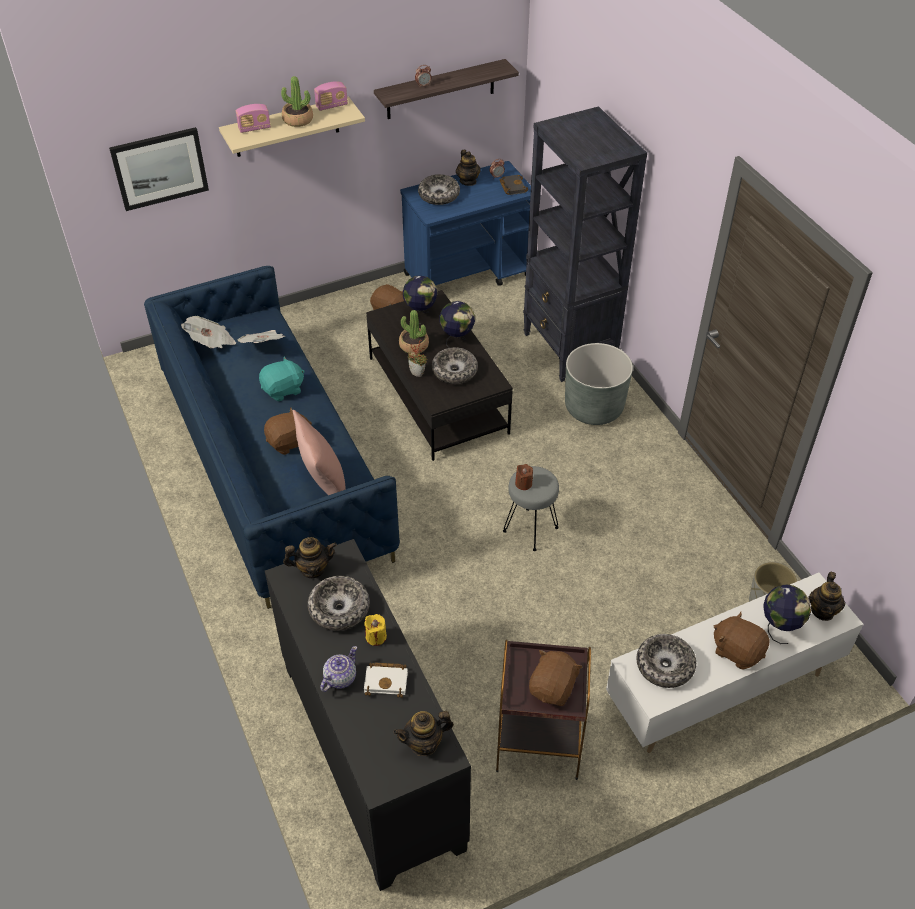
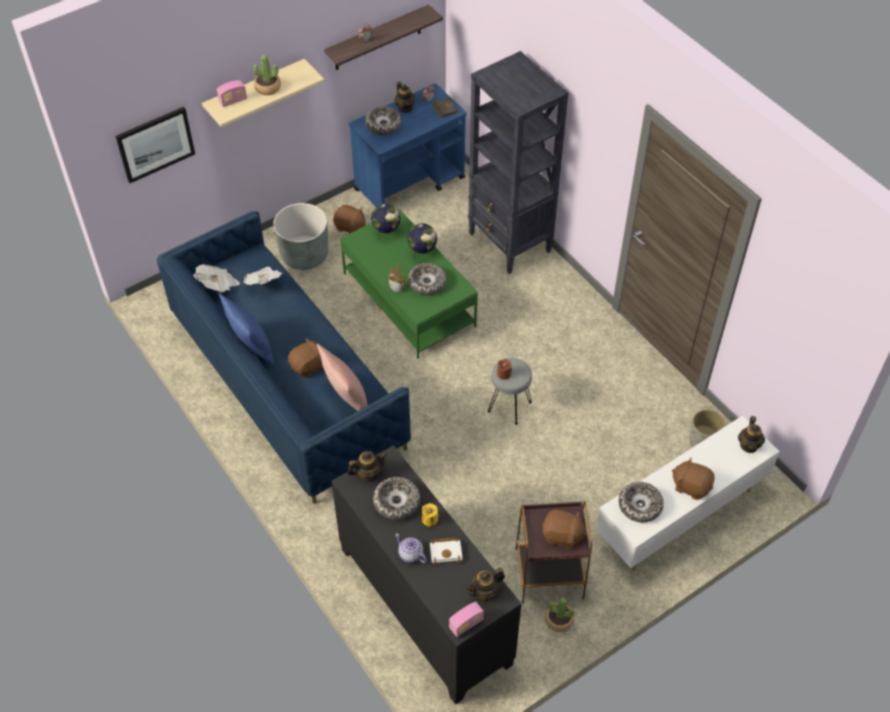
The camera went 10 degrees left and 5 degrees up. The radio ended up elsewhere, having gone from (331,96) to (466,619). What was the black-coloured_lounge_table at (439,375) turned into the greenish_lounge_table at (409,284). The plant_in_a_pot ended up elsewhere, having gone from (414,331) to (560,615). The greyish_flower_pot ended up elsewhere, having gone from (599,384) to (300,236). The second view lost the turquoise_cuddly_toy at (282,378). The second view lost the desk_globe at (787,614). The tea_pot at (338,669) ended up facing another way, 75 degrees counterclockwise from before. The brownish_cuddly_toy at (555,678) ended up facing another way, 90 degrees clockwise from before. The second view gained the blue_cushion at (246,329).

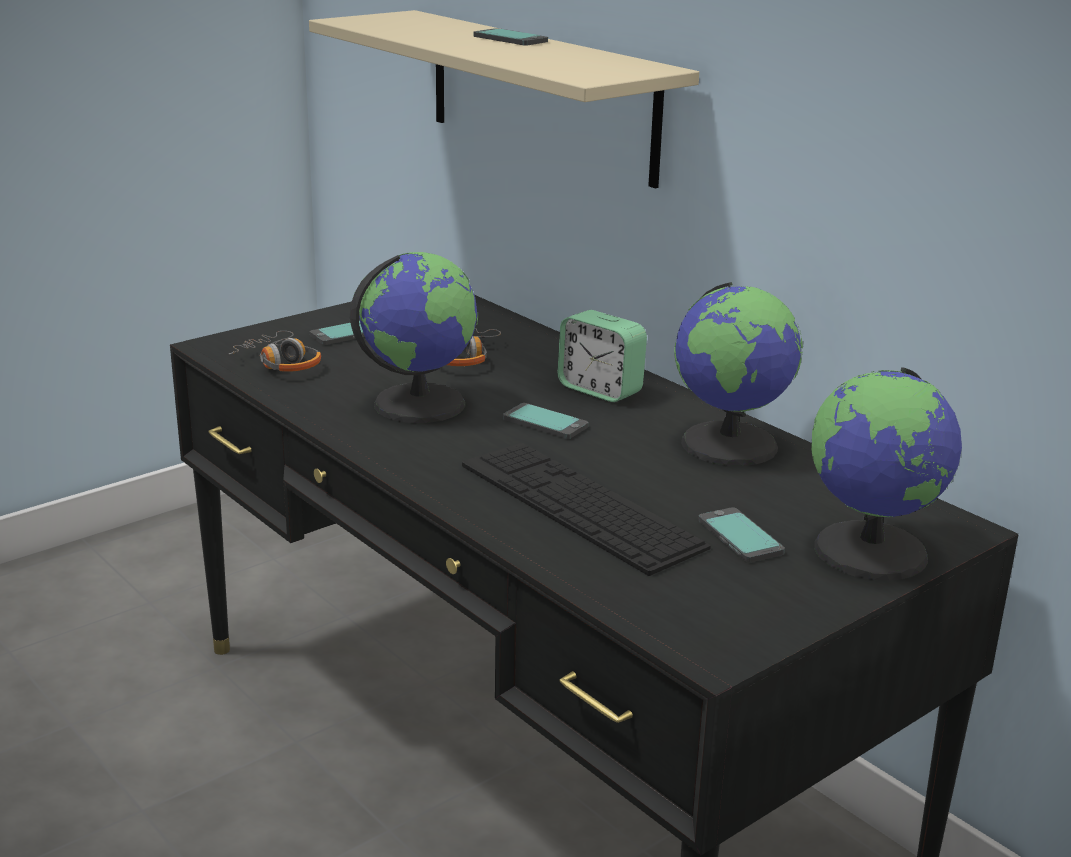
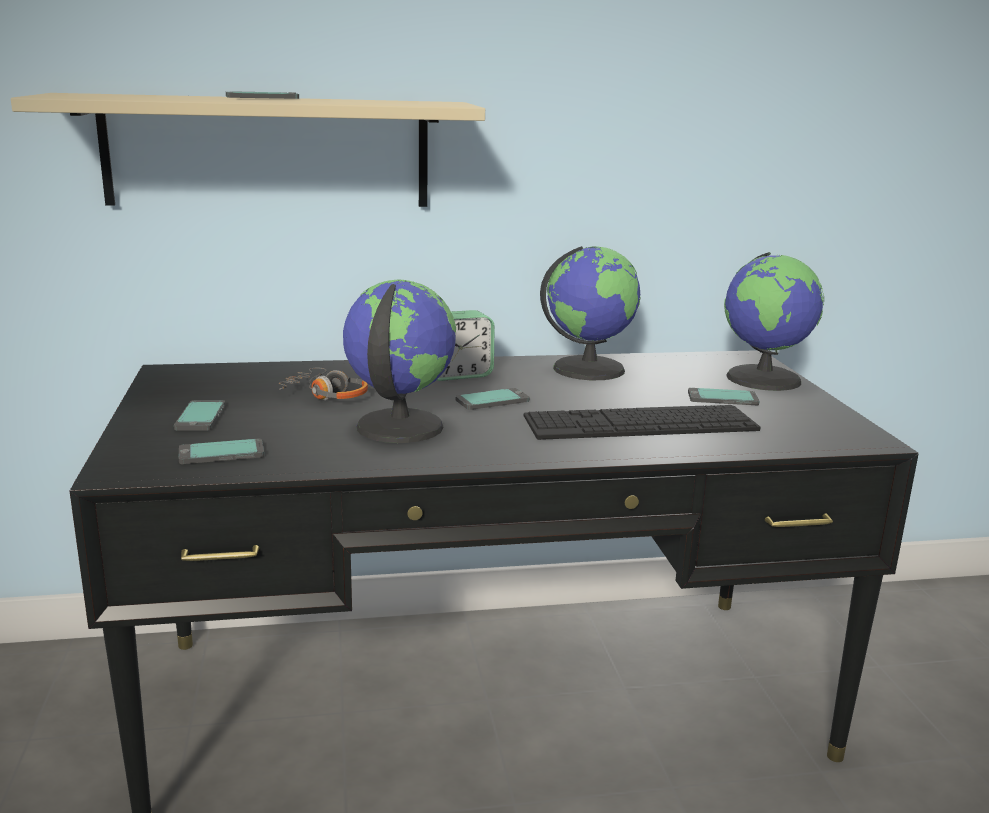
The camera went 60 degrees left and 5 degrees down. Where the pair_of_headphones stood at (275,351), the telephone came to stand at (221,451).

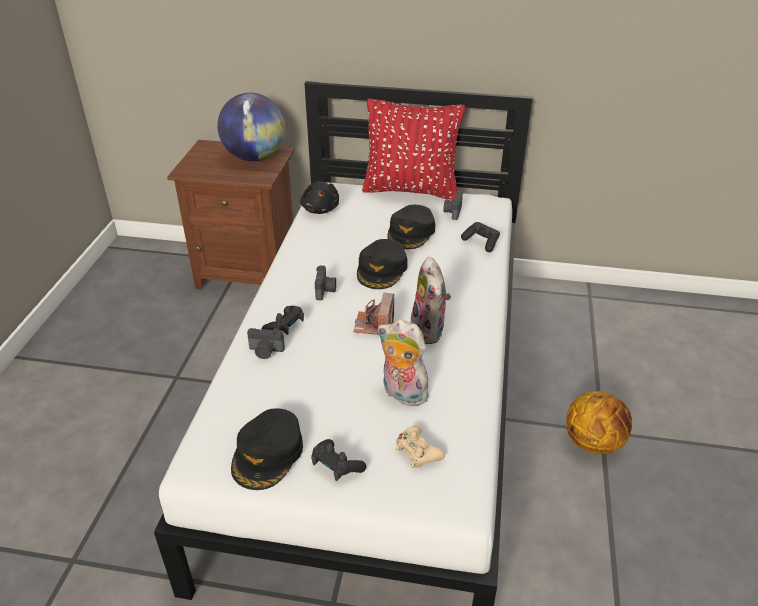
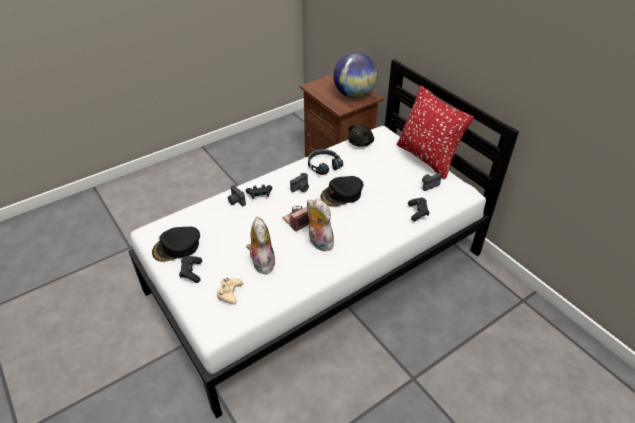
The camera went 45 degrees right and 5 degrees up. The second view lost the black-coloured_baseball_cap at (411,227). The cuddly_toy at (431,300) ended up facing another way, 105 degrees clockwise from before. The second view lost the basketball at (599,422). The second view gained the black-coloured_pair_of_headphones at (325,162).

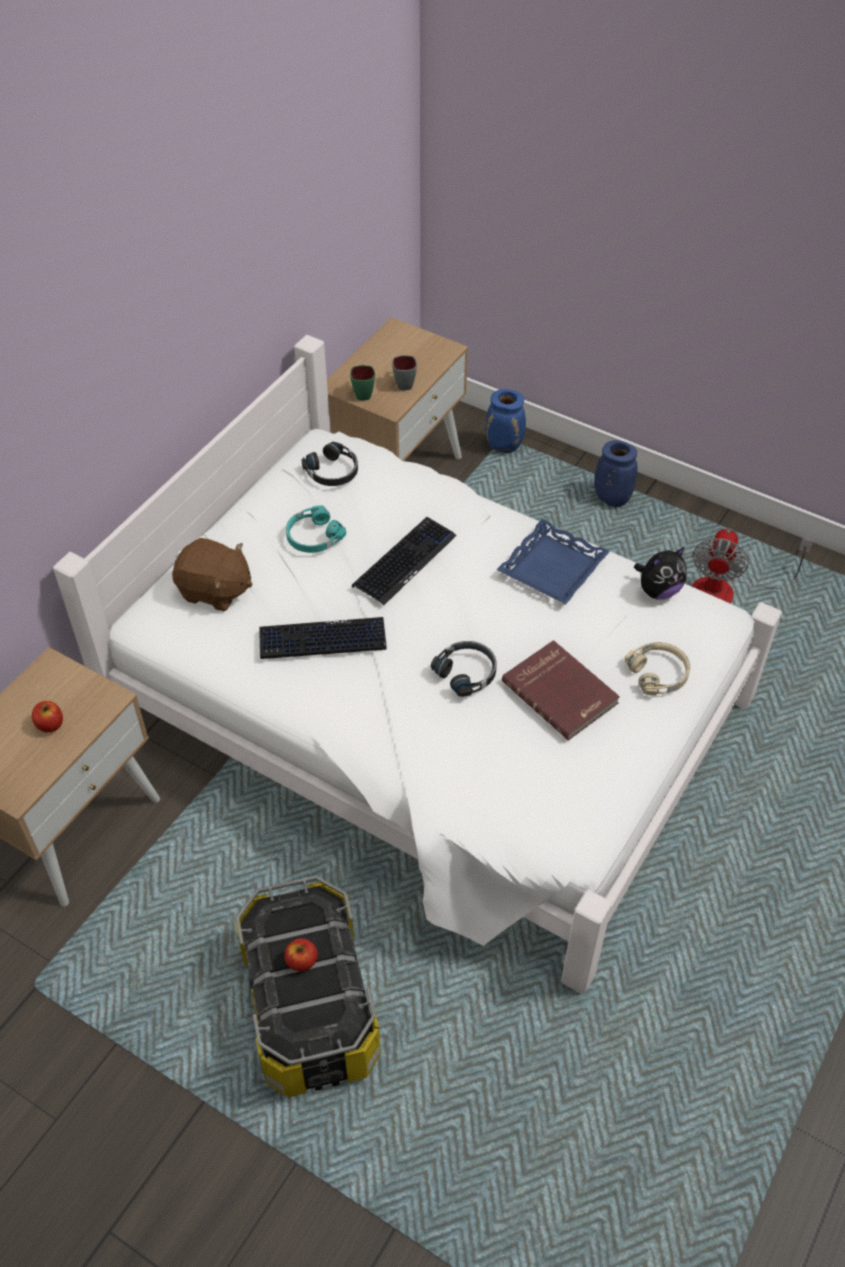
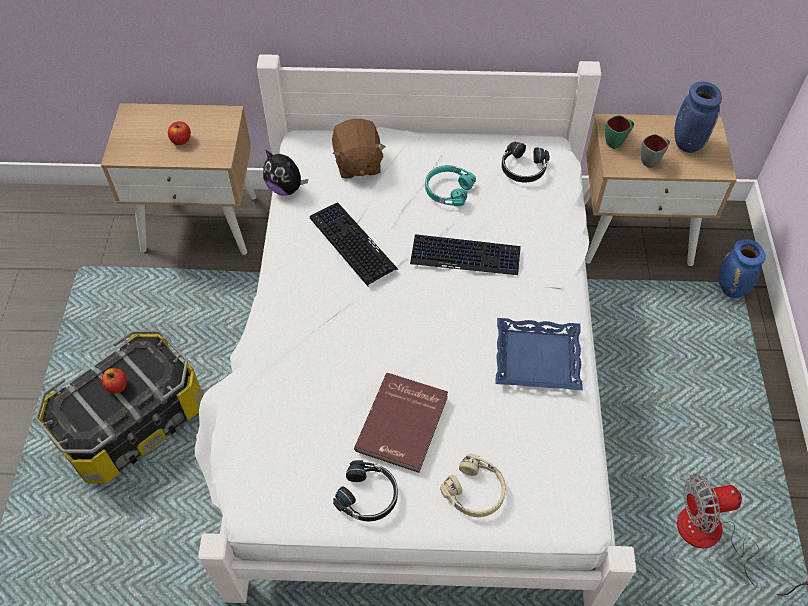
The camera went 60 degrees right and 5 degrees up. The blue_flower_vase ended up elsewhere, having gone from (615,473) to (698,117). The cuddly_toy ended up elsewhere, having gone from (660,573) to (285,173). The black-coloured_pair_of_headphones ended up elsewhere, having gone from (464,669) to (365,490).

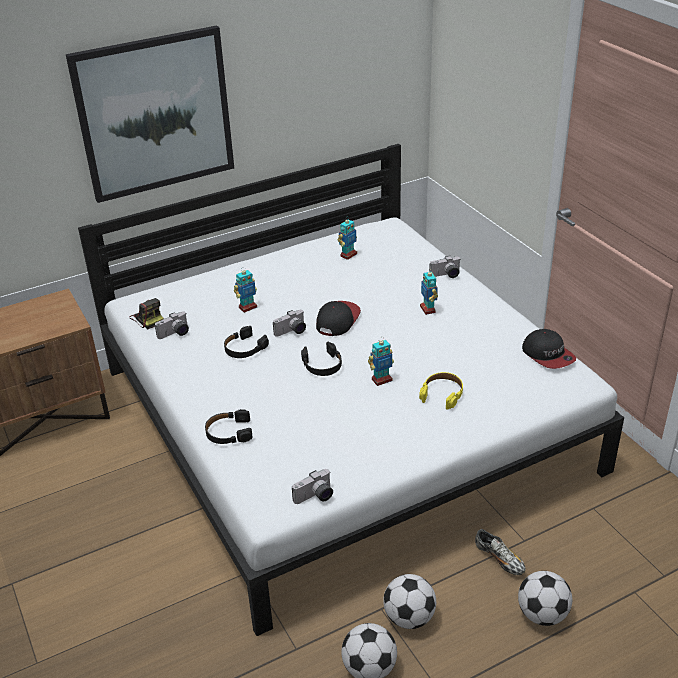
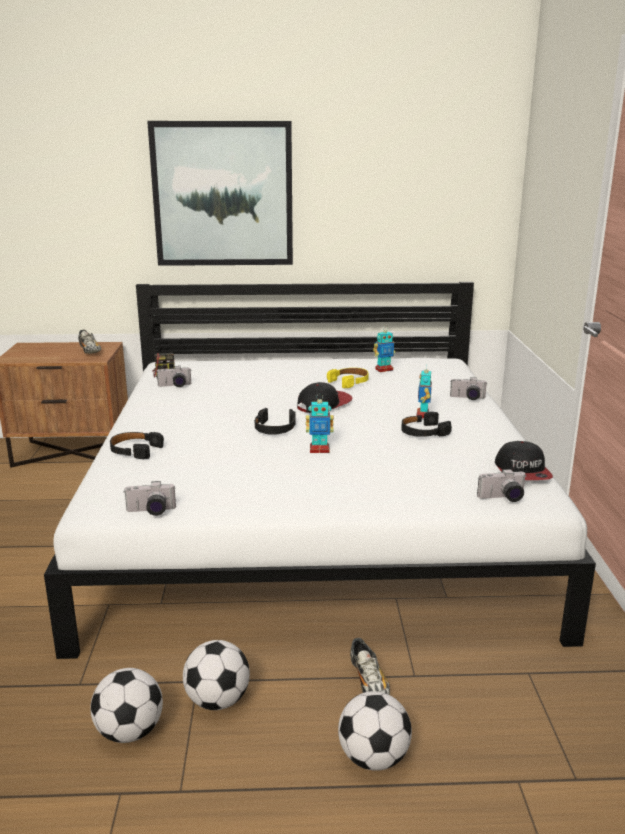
The camera went 25 degrees right and 15 degrees down. The second view lost the toy_robot at (245,290). The still_camera ended up elsewhere, having gone from (289,323) to (502,485). The black-coloured_pair_of_headphones ended up elsewhere, having gone from (246,342) to (426,424). The yellow-coloured_pair_of_headphones ended up elsewhere, having gone from (441,391) to (348,378). The second view gained the shoe at (89,342).

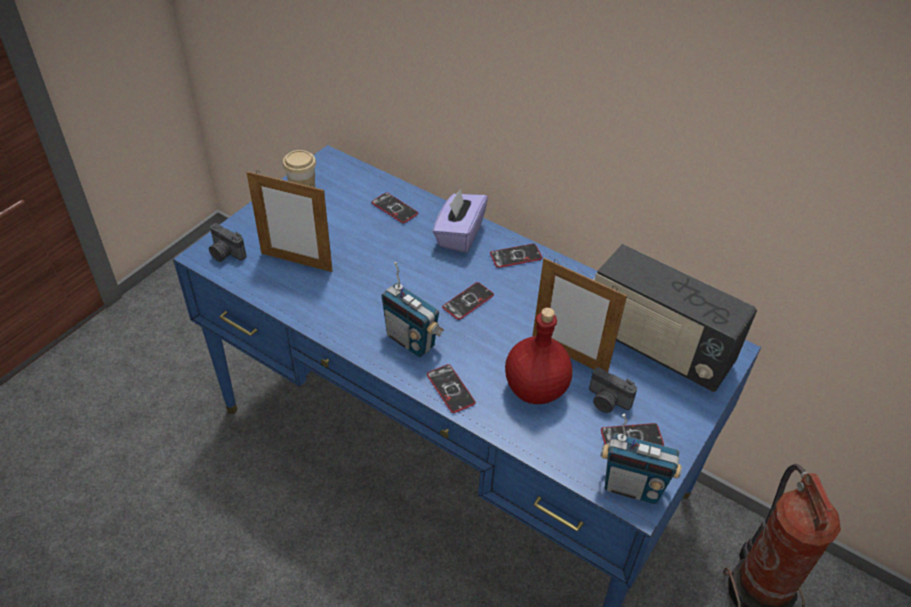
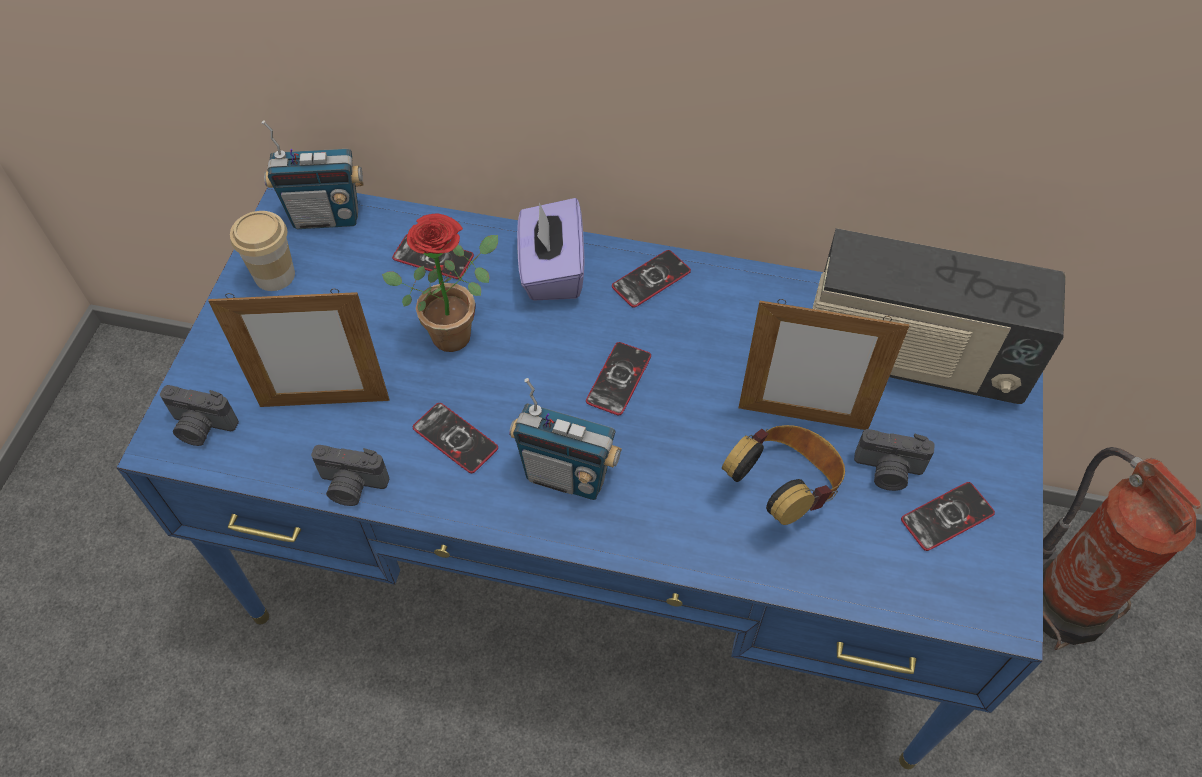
The camera went 20 degrees left and 10 degrees up. Where the red-coloured_bottle stood at (538,355), the pair_of_headphones came to stand at (783,475). The telephone ended up elsewhere, having gone from (451,388) to (455,438). The radio ended up elsewhere, having gone from (641,459) to (313,174). The second view gained the plant_in_a_pot at (440,283). The second view gained the still_camera at (350,475).

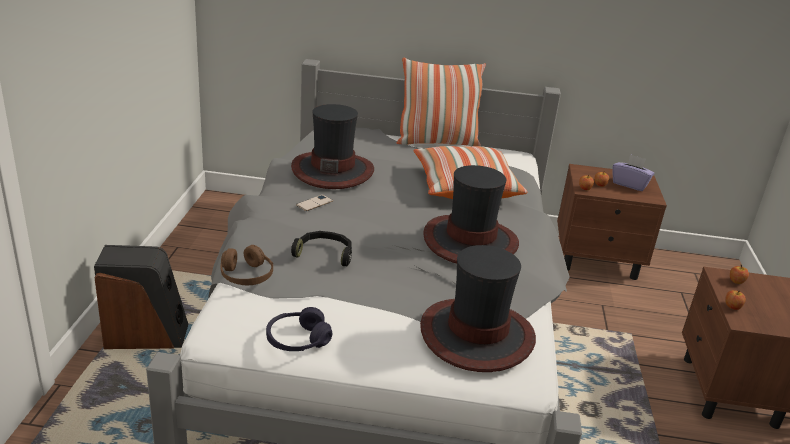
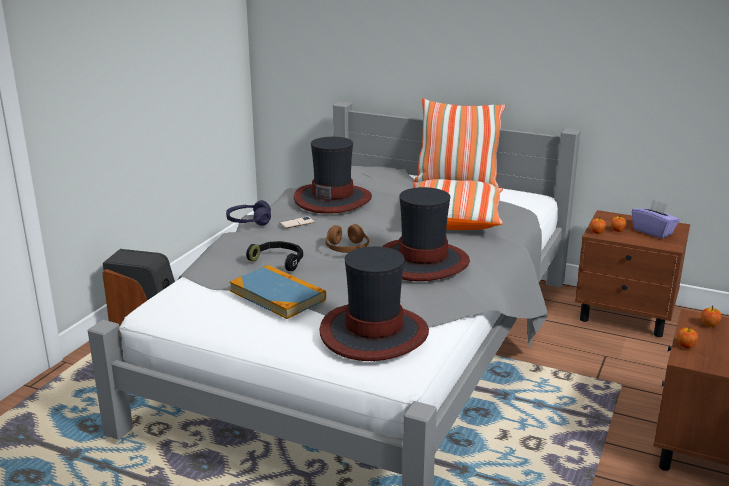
The camera went 20 degrees right and 5 degrees down. The brownish_pair_of_headphones ended up elsewhere, having gone from (246,265) to (347,238). The purple_pair_of_headphones ended up elsewhere, having gone from (299,329) to (248,213). The second view gained the bound_book at (278,292).

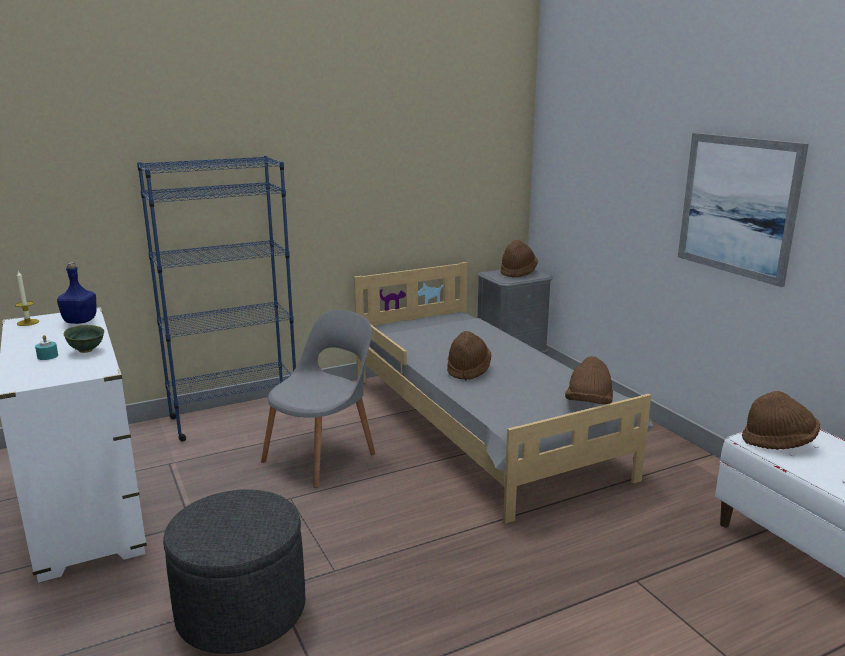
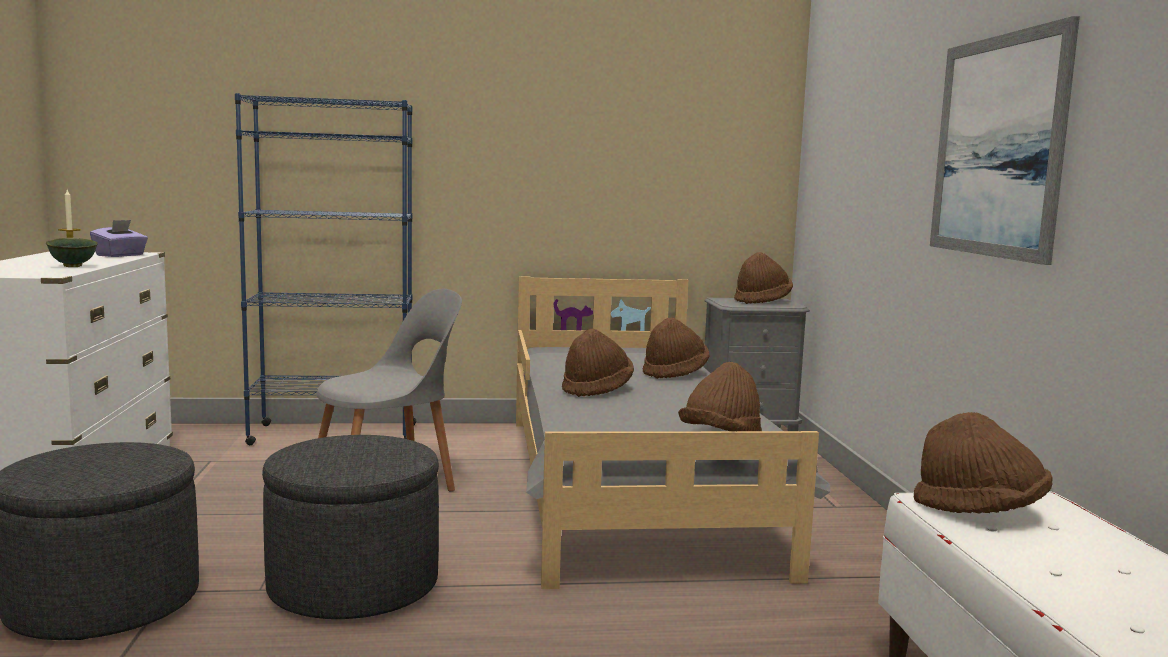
The camera went 20 degrees right and 10 degrees down. Where the blue_bottle stood at (77,293), the purple_tissue_holder came to stand at (119,238). The second view lost the turquoise_candle at (46,347). The second view gained the brownish_clothing_hat at (676,348). The second view gained the greyish_ottoman at (350,527).

